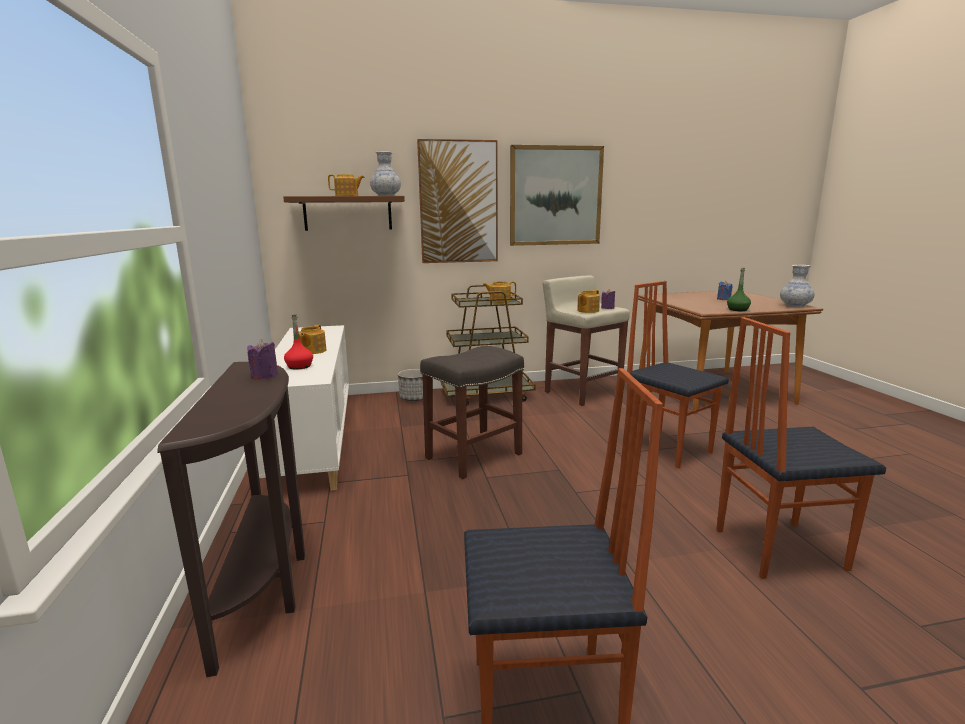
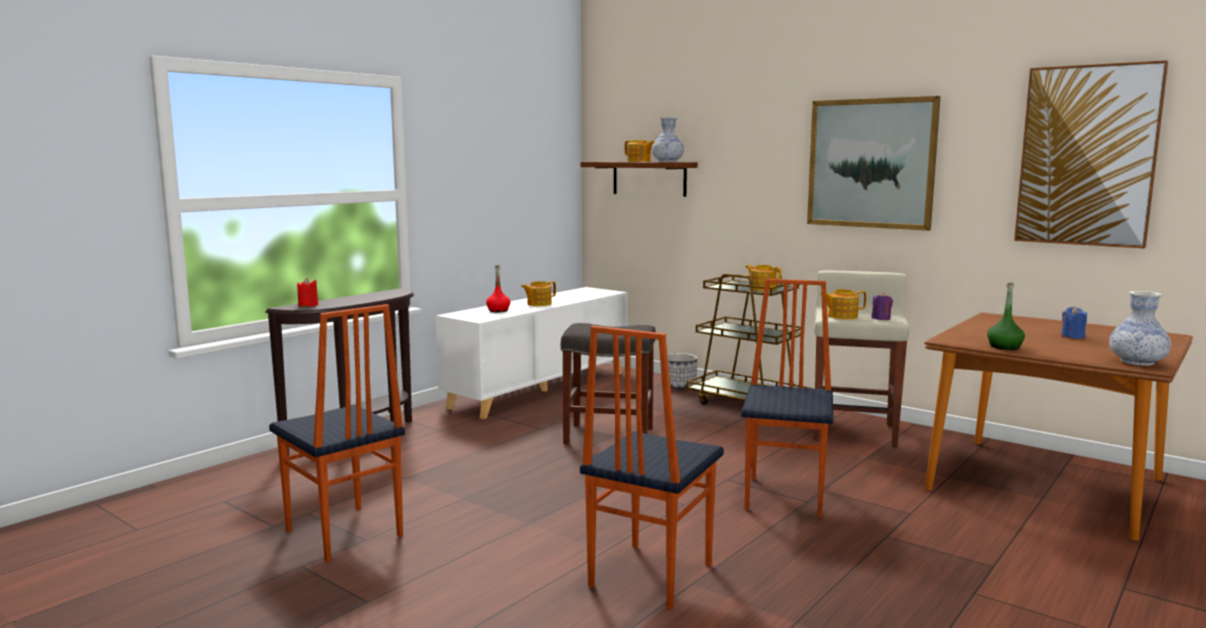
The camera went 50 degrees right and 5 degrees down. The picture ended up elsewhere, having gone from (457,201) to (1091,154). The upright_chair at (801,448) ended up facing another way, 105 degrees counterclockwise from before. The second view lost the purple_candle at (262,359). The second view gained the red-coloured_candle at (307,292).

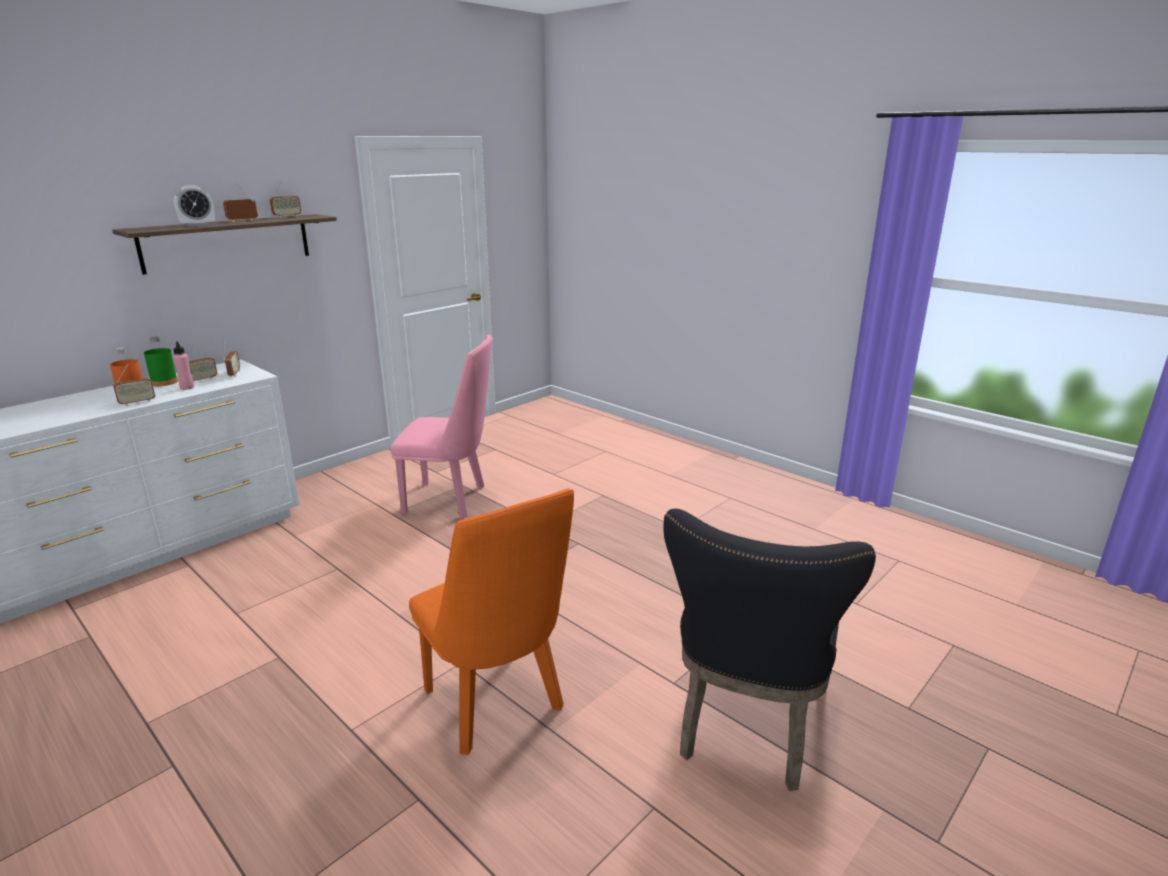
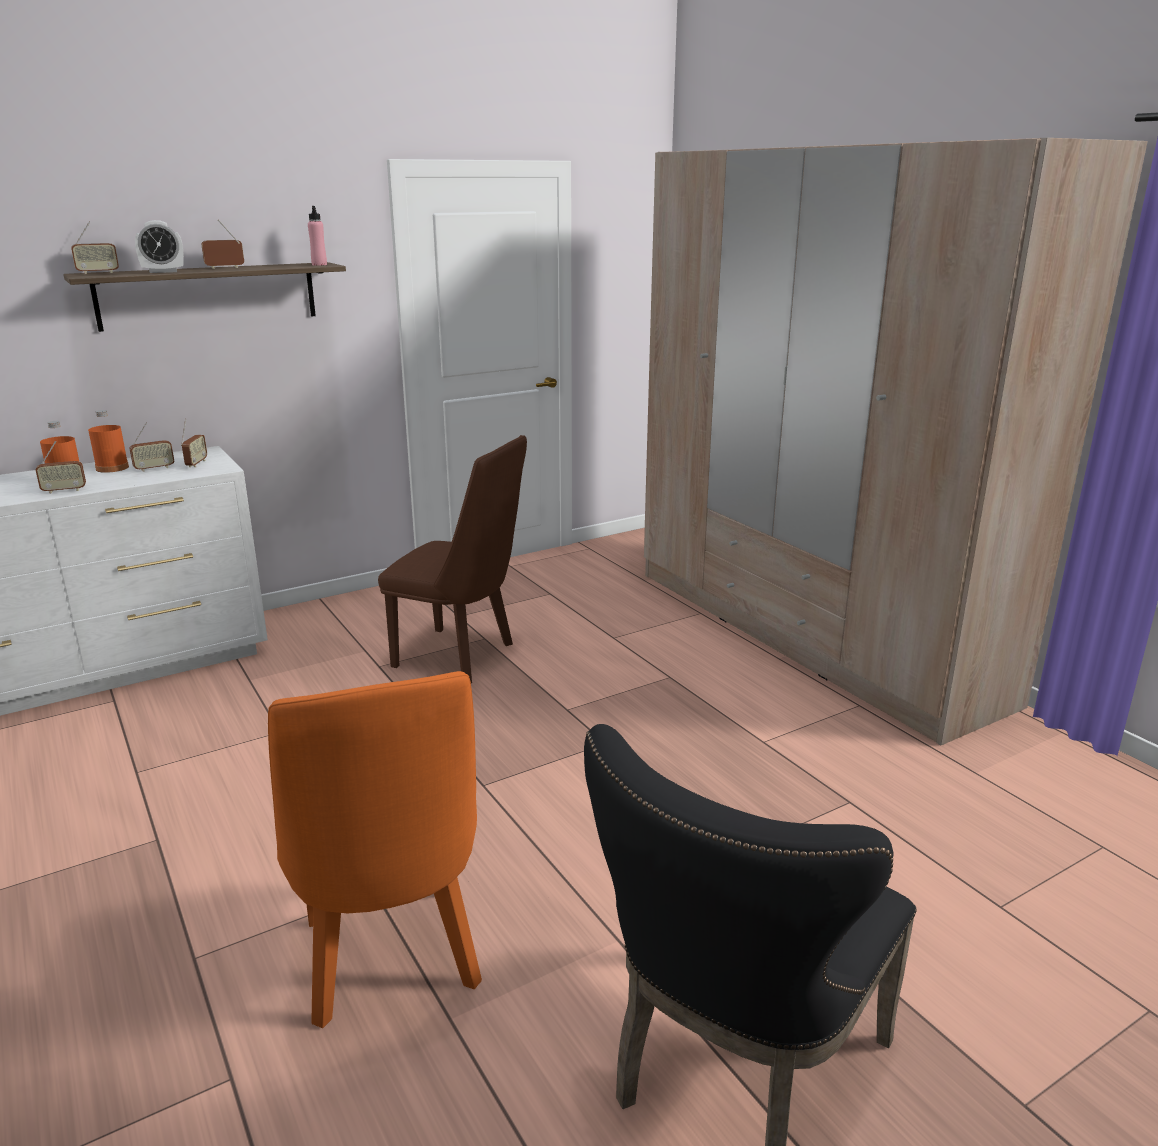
The camera went 15 degrees right and 0 degrees up. The radio ended up elsewhere, having gone from (285,199) to (95,248). What was the pink-coloured_upright_chair at (441,427) turned into the brownish_upright_chair at (452,559). What was the greenish_bottle at (161,361) turned into the orangey_bottle at (108,441). The pink-coloured_bottle ended up elsewhere, having gone from (183,365) to (317,236). The second view gained the sand-coloured_armoire at (896,441).

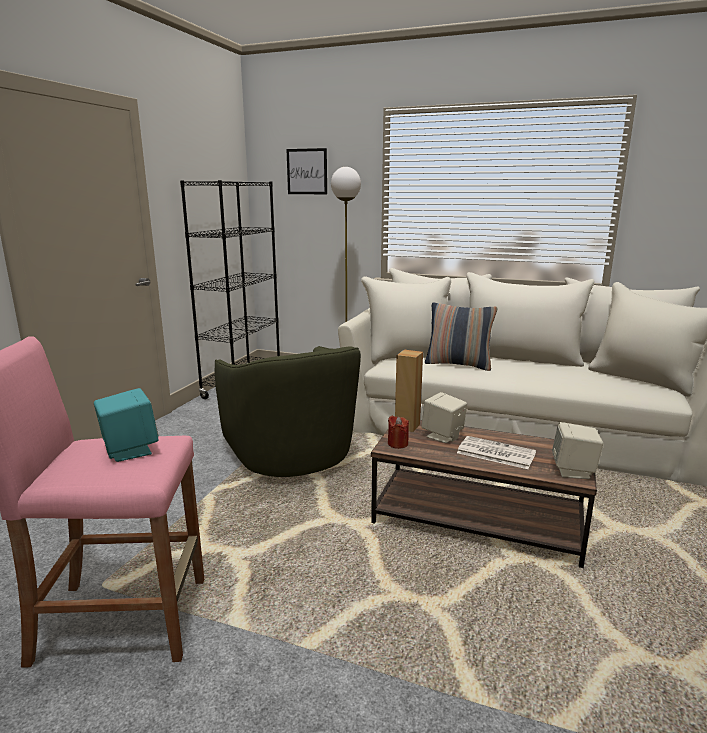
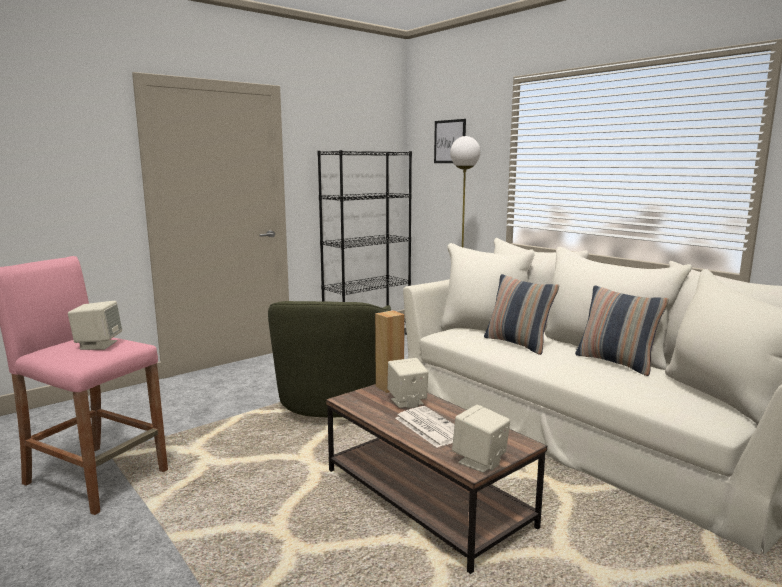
The camera went 30 degrees right and 5 degrees down. What was the turquoise_audio_speaker at (126,425) turned into the sand-coloured_audio_speaker at (95,325). The second view lost the red-coloured_candle at (398,432). The second view gained the cushion at (622,330).

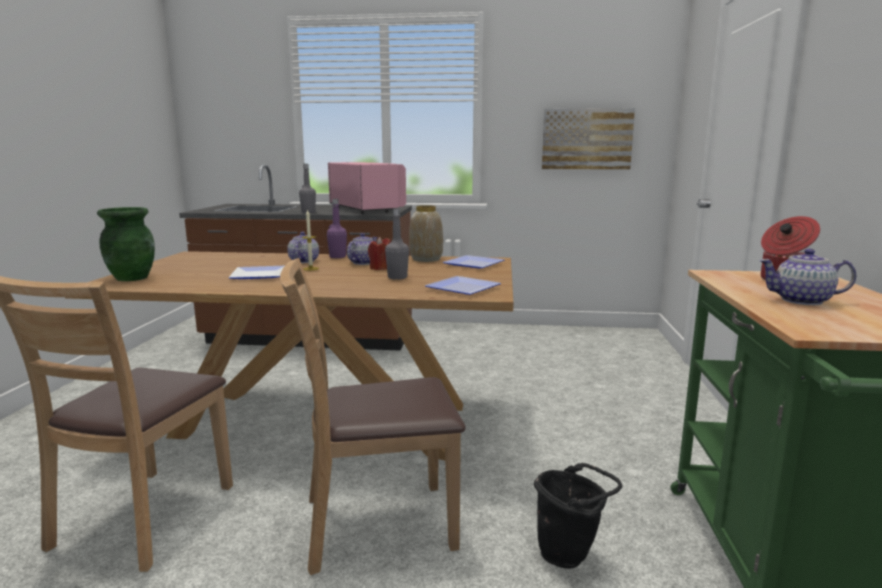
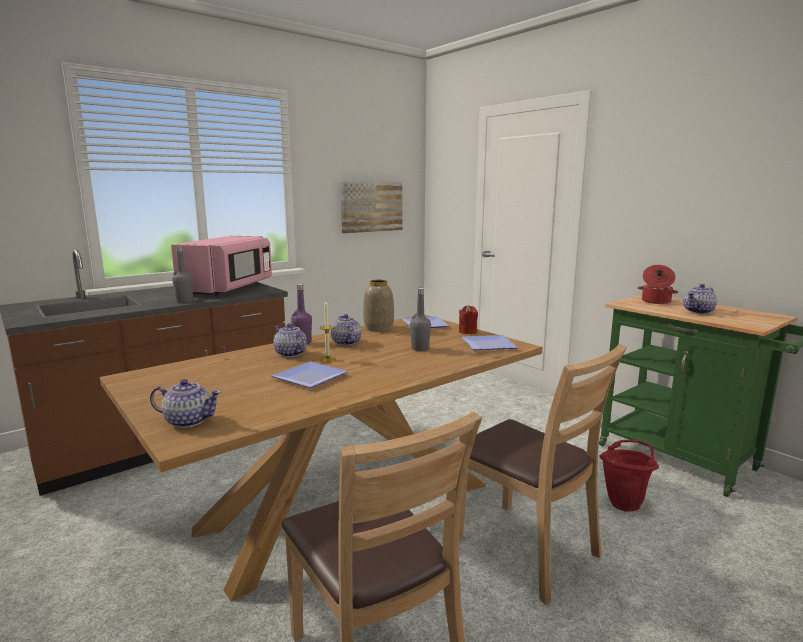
The camera went 45 degrees left and 0 degrees up. The pink-coloured_kitchen_microwave at (367,188) ended up facing another way, 90 degrees clockwise from before. Where the greenish_flower_vase stood at (126,244), the tea_pot came to stand at (186,403). The red-coloured_candle ended up elsewhere, having gone from (379,253) to (468,319). The brownish_upright_chair at (372,416) ended up facing another way, 75 degrees counterclockwise from before. What was the black-coloured_water_bucket at (578,516) turned into the red-coloured_water_bucket at (629,475).

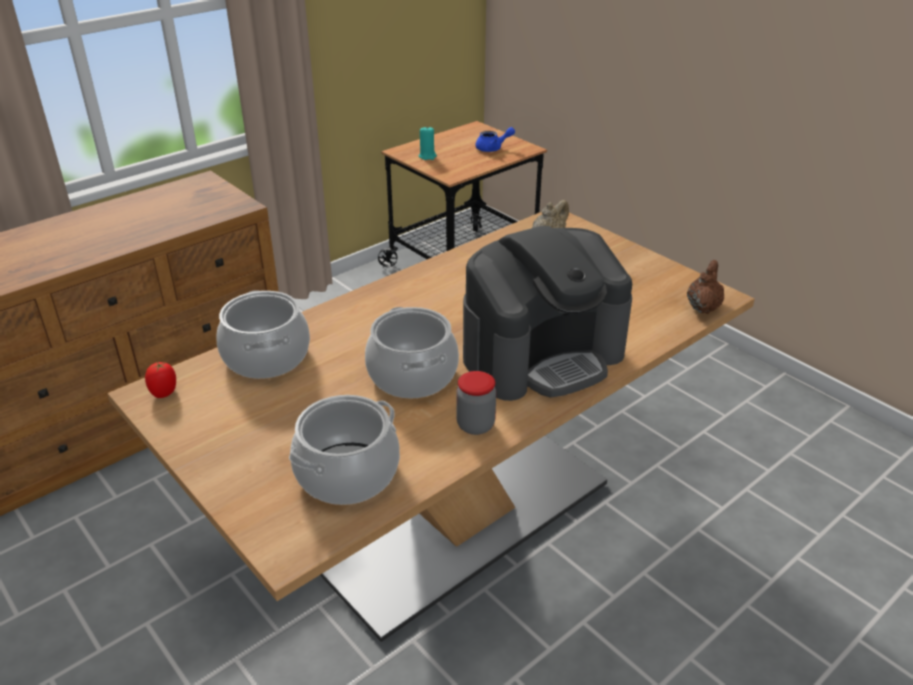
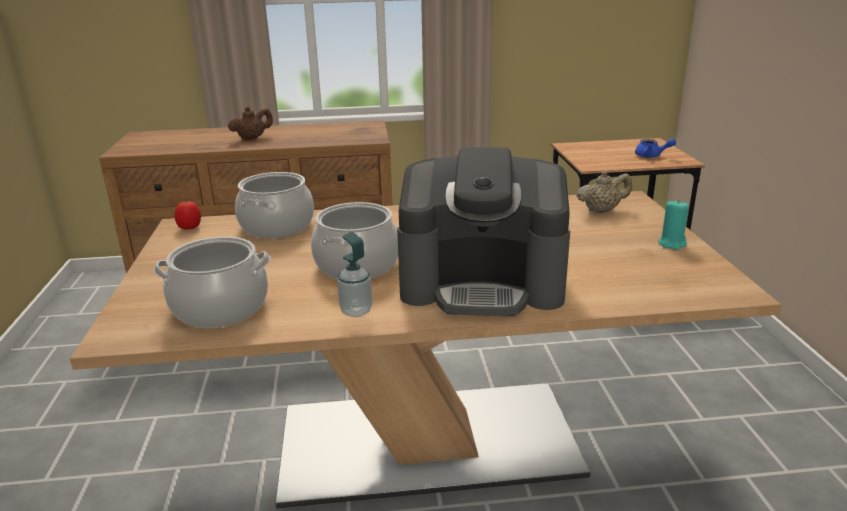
The camera went 35 degrees right and 10 degrees down. The turquoise_candle ended up elsewhere, having gone from (428,143) to (673,224). The brownish_tea_pot ended up elsewhere, having gone from (705,287) to (250,123). Where the preserve_jar stood at (476,403), the soap_bottle came to stand at (354,274).

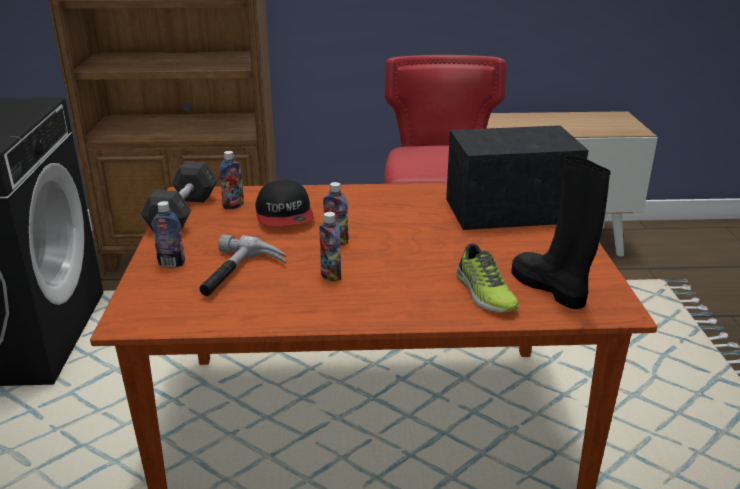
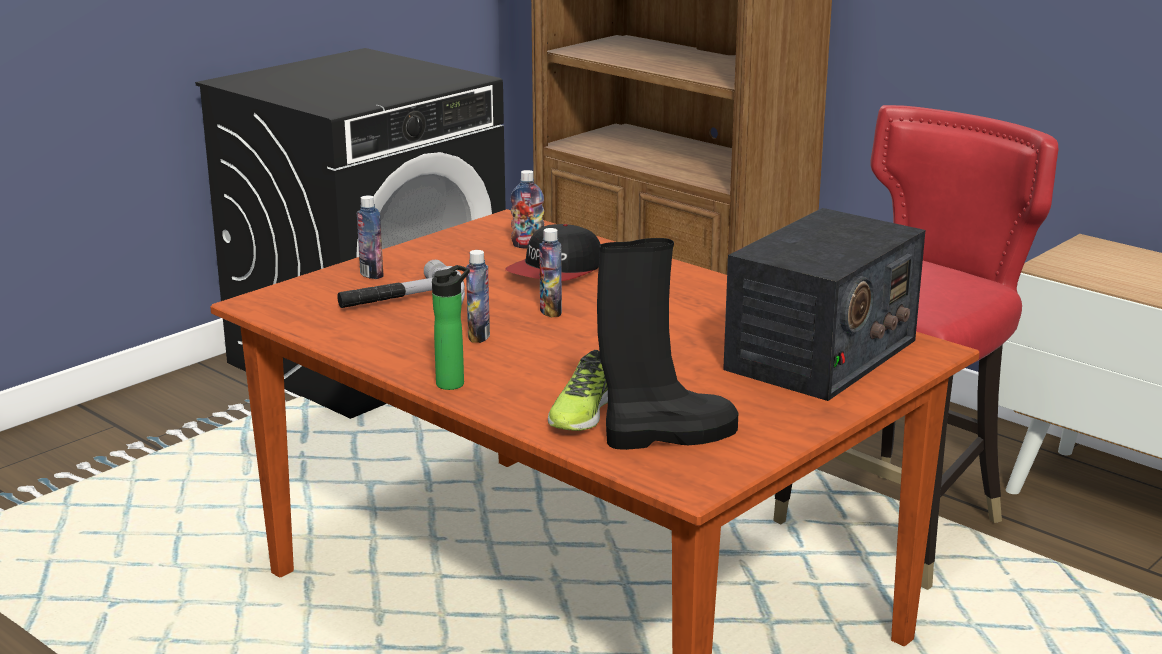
The camera went 45 degrees right and 5 degrees down. The radio at (517,177) ended up facing another way, 90 degrees clockwise from before. The black-coloured_boot at (561,232) ended up facing another way, 60 degrees clockwise from before. The second view lost the greyish_free_weight at (179,196). The second view gained the bottle at (451,327).

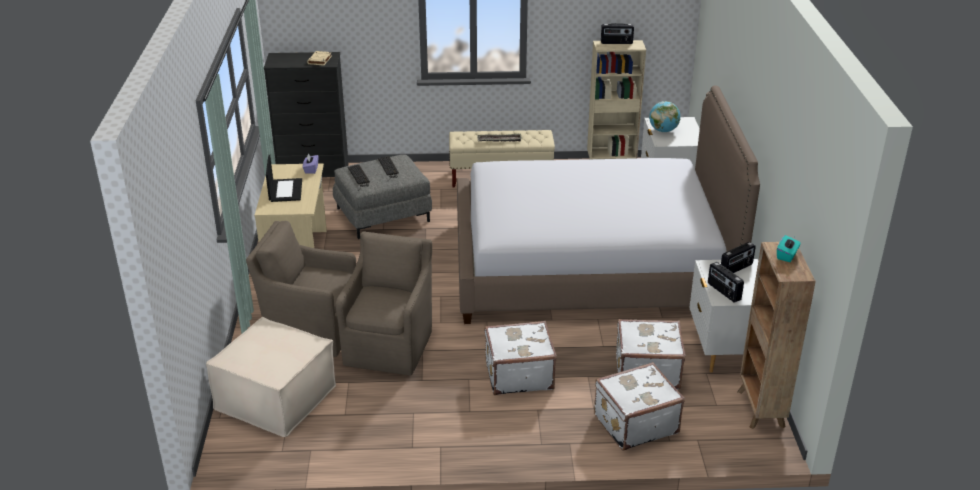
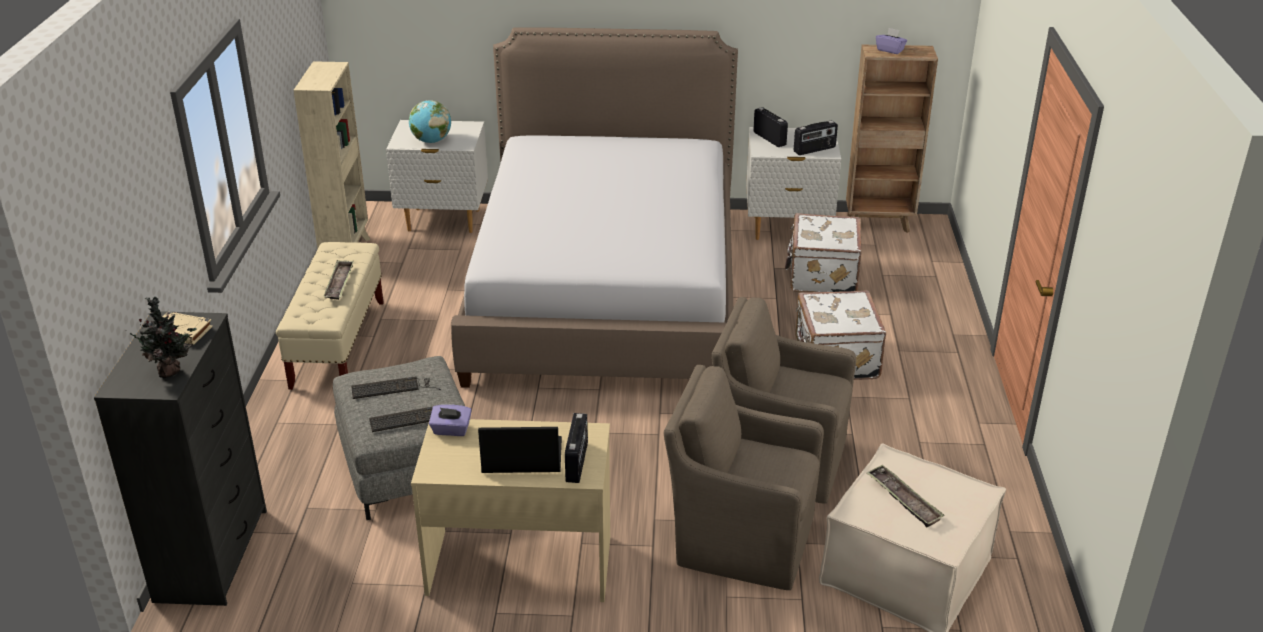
The camera went 85 degrees left and 0 degrees up. The radio ended up elsewhere, having gone from (617,33) to (576,448). The brownish_armchair at (301,289) ended up facing another way, 90 degrees clockwise from before. What was the turquoise_tissue_holder at (788,248) turned into the purple_tissue_holder at (891,41). The second view lost the white_travel_case at (639,406). The second view gained the plant_in_a_pot at (163,337). The second view gained the serving_tray at (906,496).

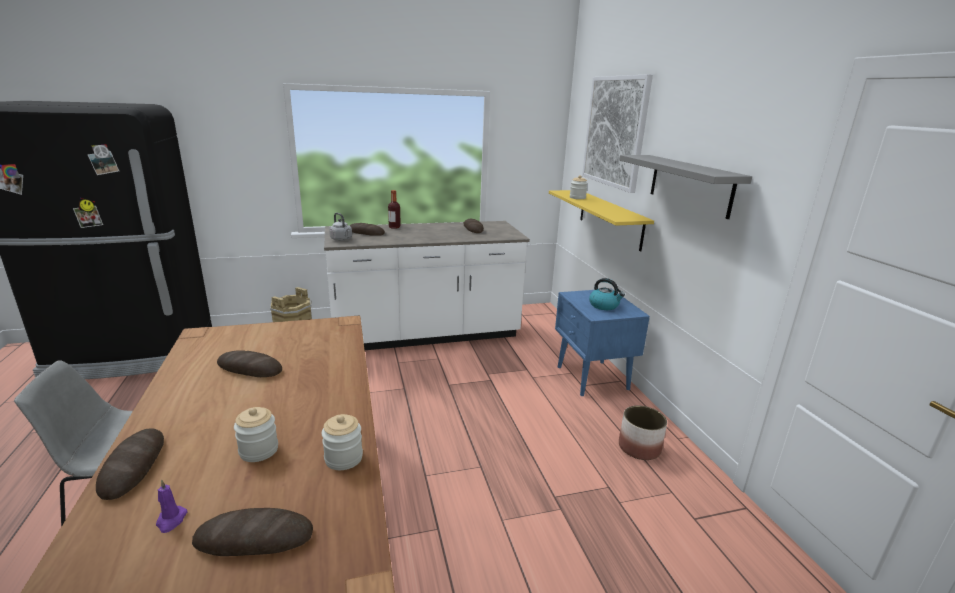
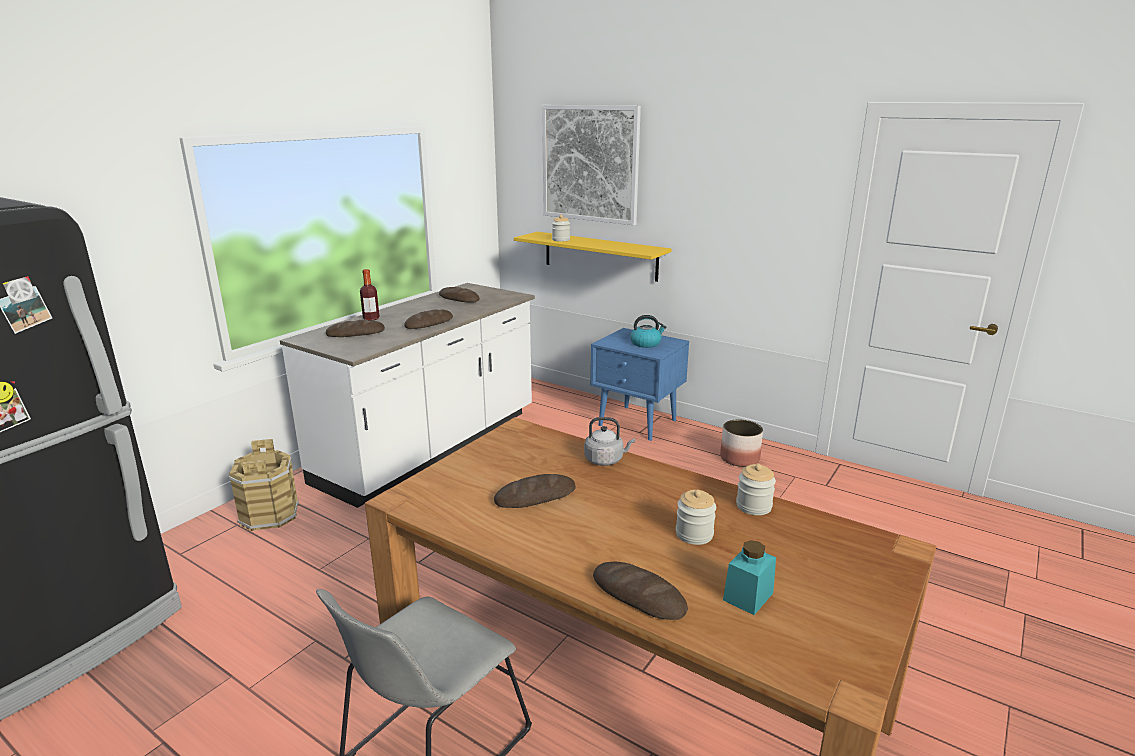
The camera went 40 degrees left and 0 degrees up. The second view lost the greyish_shelf at (685,187). The greyish_kettle ended up elsewhere, having gone from (340,227) to (609,441). Where the purple_candle stood at (172,506), the turquoise_preserve_jar came to stand at (749,577). The bread ended up elsewhere, having gone from (252,532) to (428,319).

